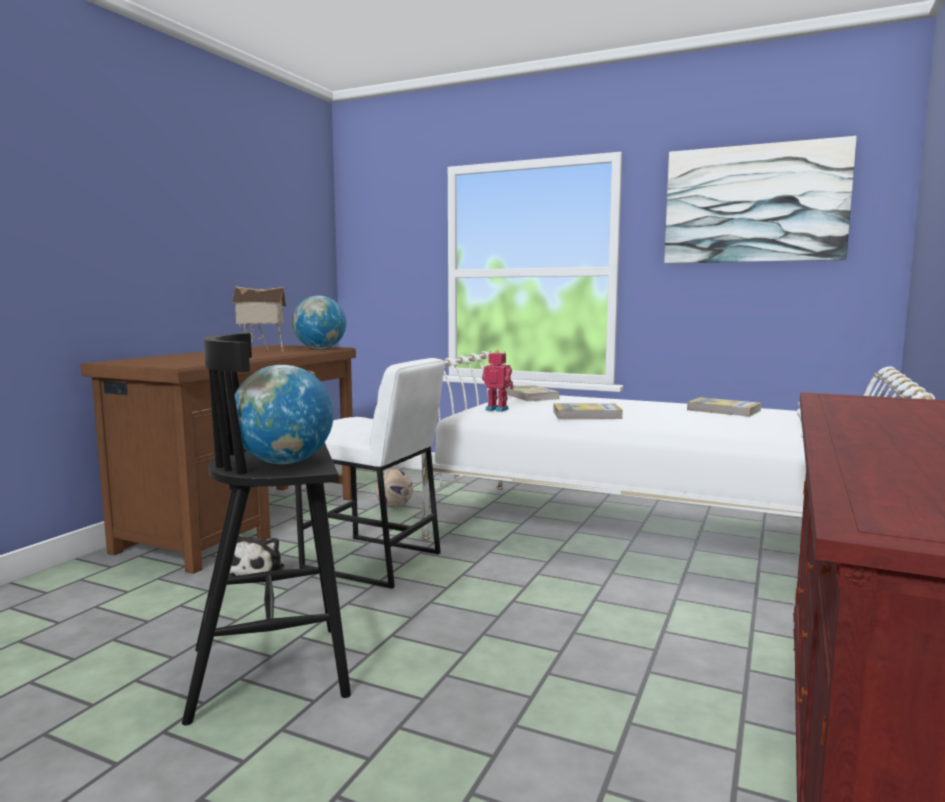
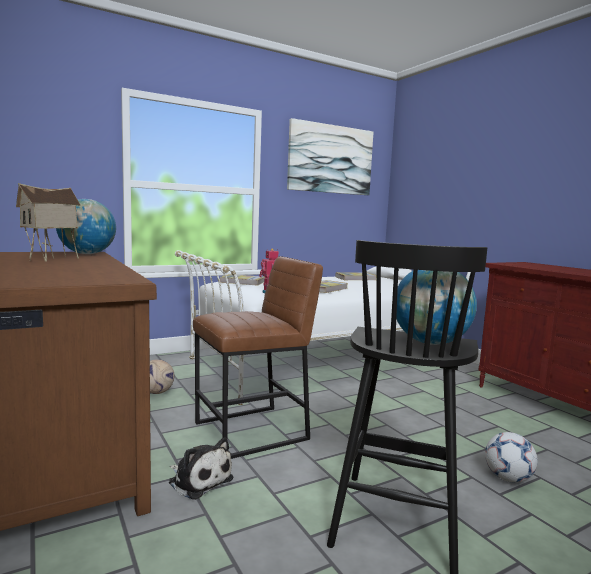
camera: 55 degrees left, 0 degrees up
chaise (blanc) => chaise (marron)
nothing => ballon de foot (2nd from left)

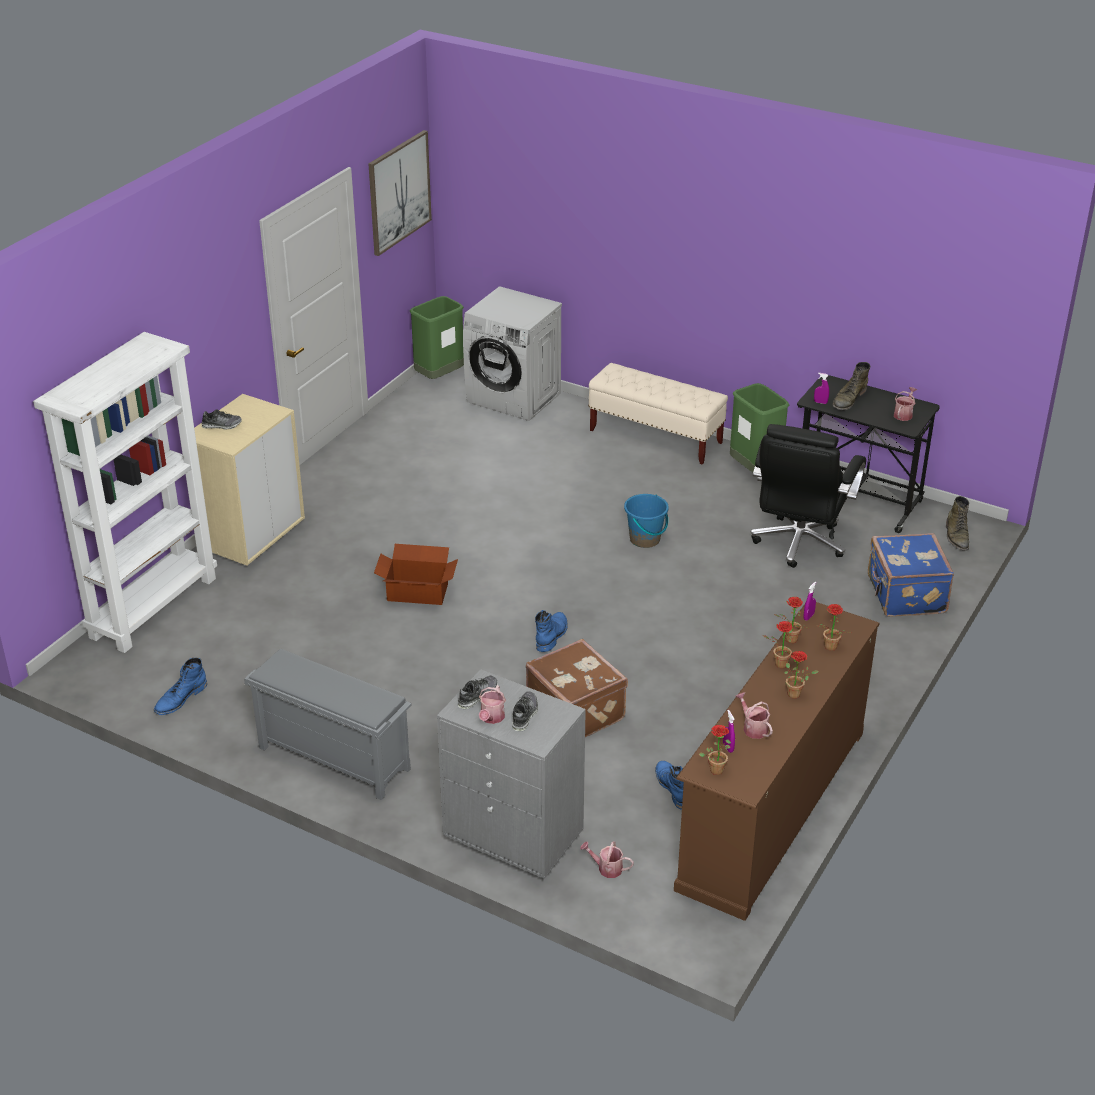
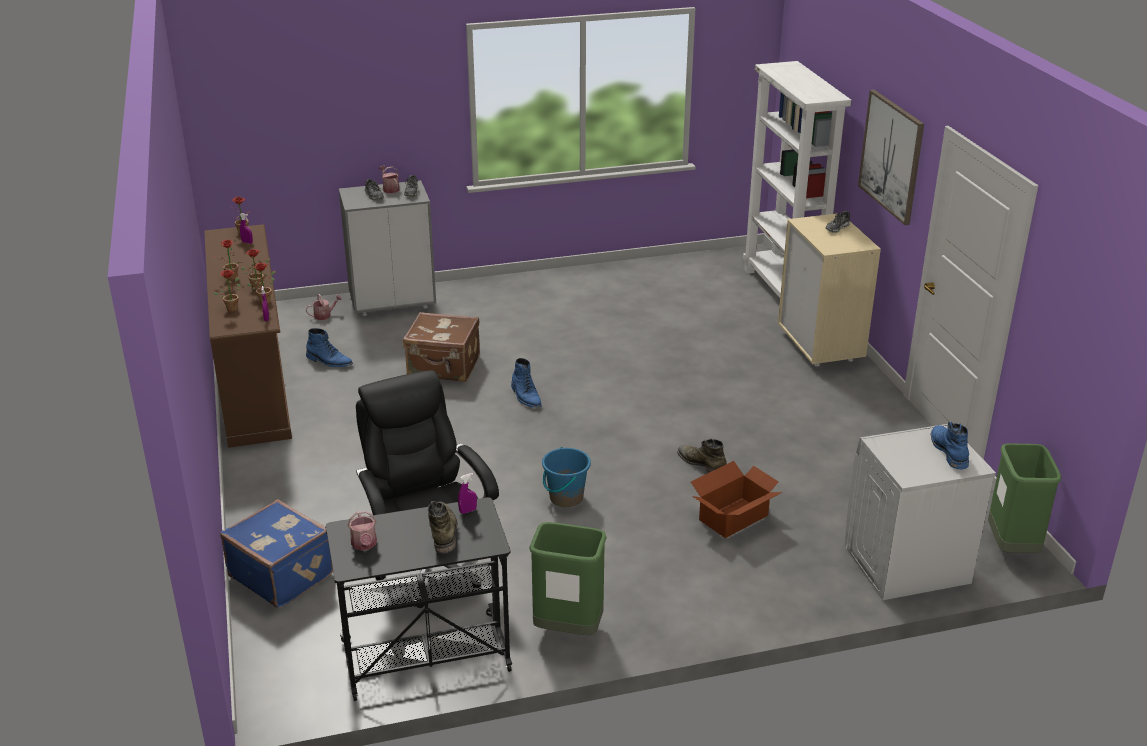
camera: 135 degrees right, 5 degrees down
botte (vert) (2nd from left), moved
carton, moved
tableau, moved
botte (bleu) (1st from left in the first image) => botte (bleu) (3rd from left), moved
étagère à chaussures (gris) => nothing
banc (beige) => nothing
arrosoir (3rd from left) => nothing

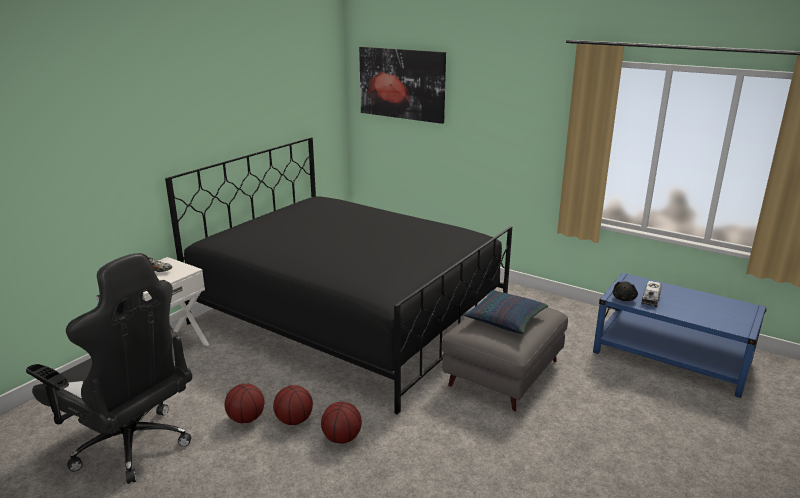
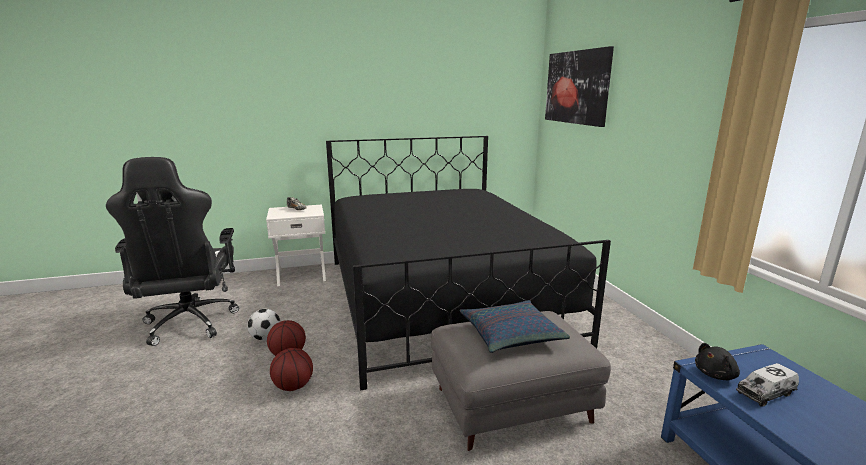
camera: 40 degrees right, 5 degrees down
ballon de basket (1st from left) => ballon de foot

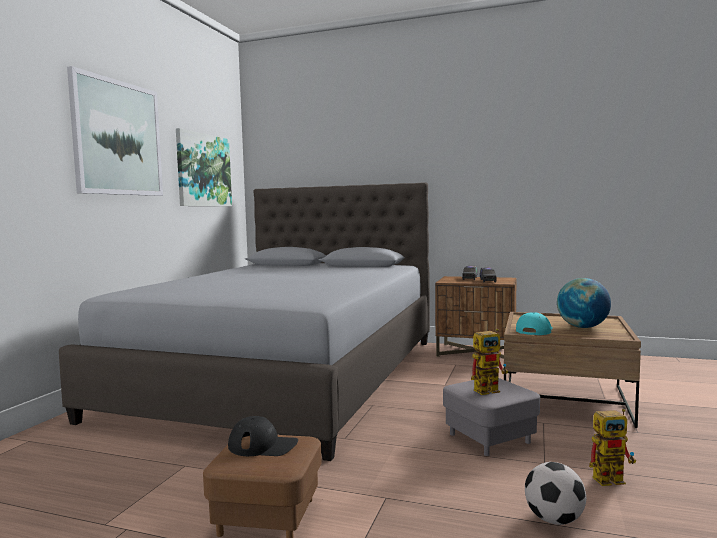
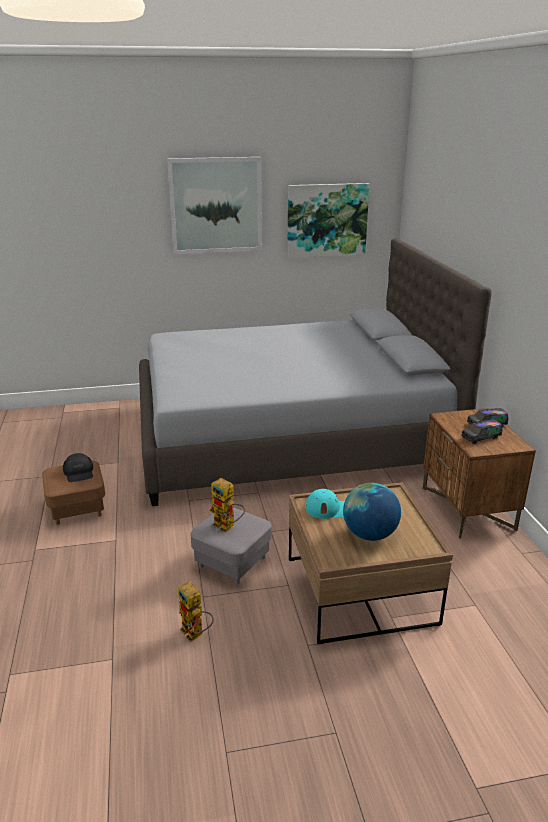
camera: 60 degrees right, 20 degrees up
ballon de foot => nothing

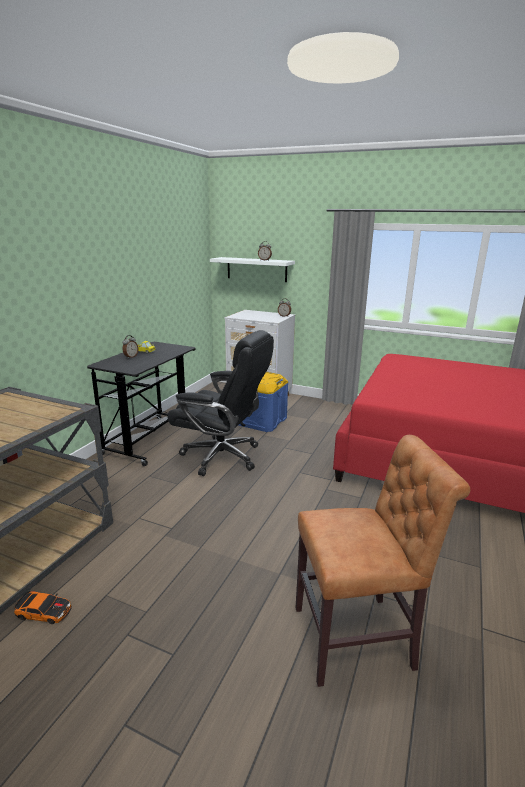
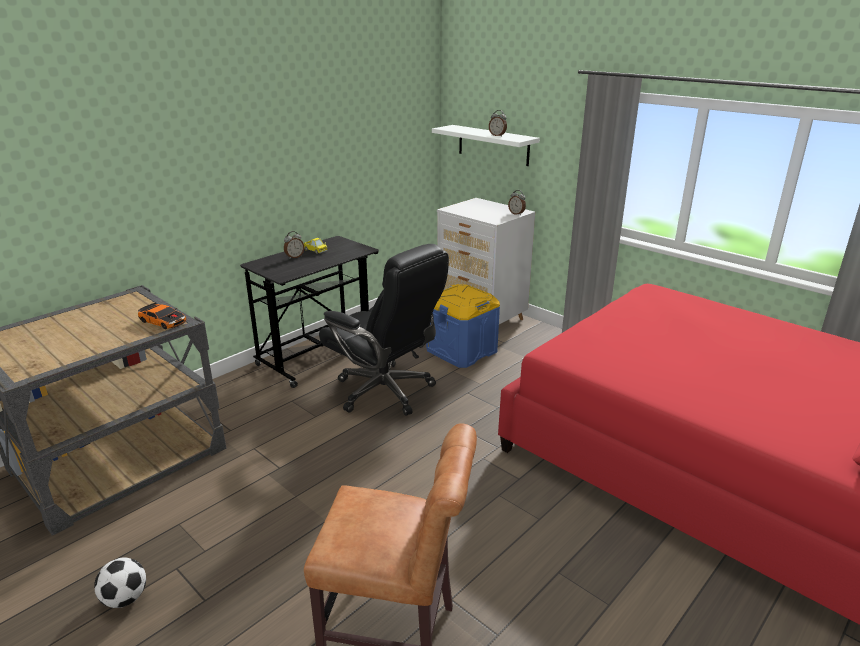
camera: 20 degrees right, 5 degrees up
nothing => ballon de foot
petite voiture, moved

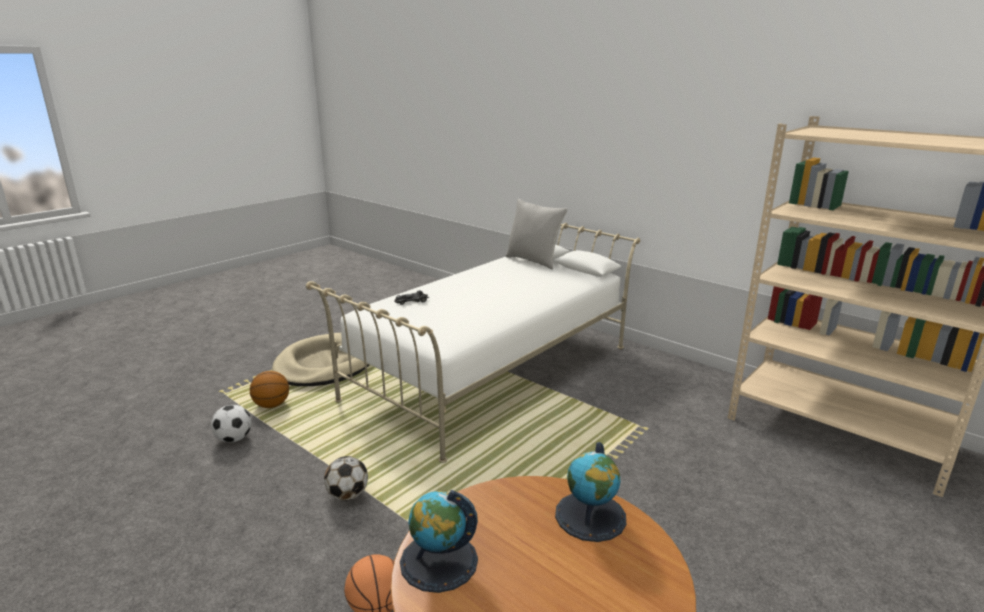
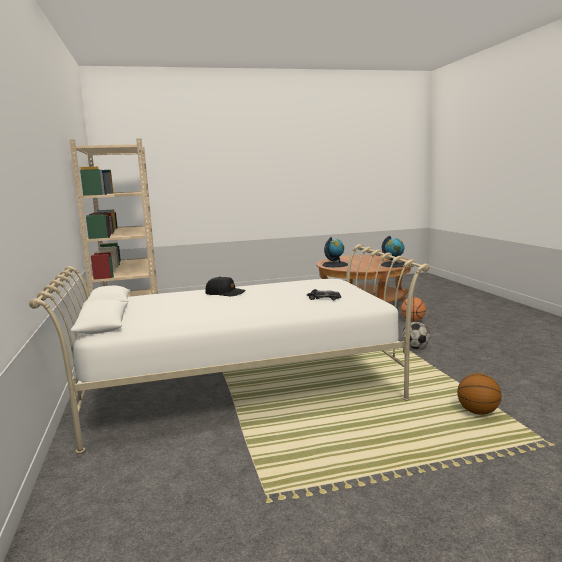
camera: 145 degrees left, 10 degrees down
nothing => casquette (noir)
ballon de foot (1st from left) => nothing
panier pour chien (beige) => nothing
coussin (gris) => nothing

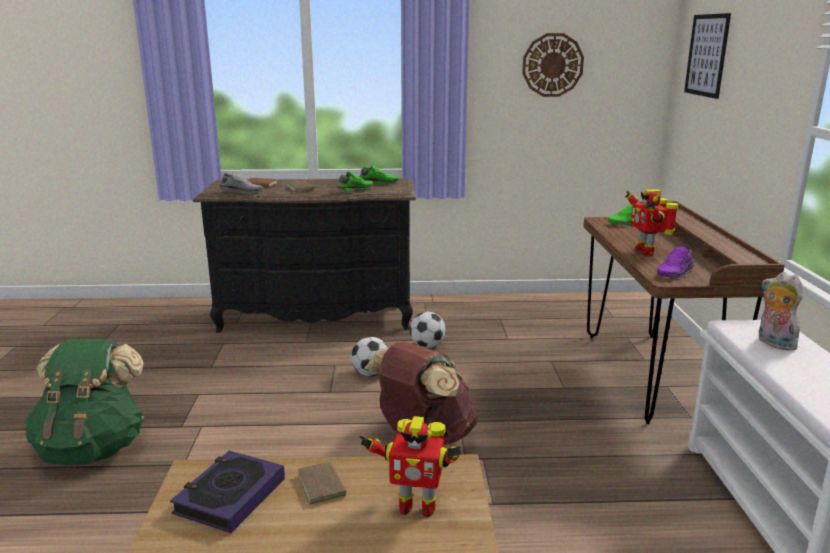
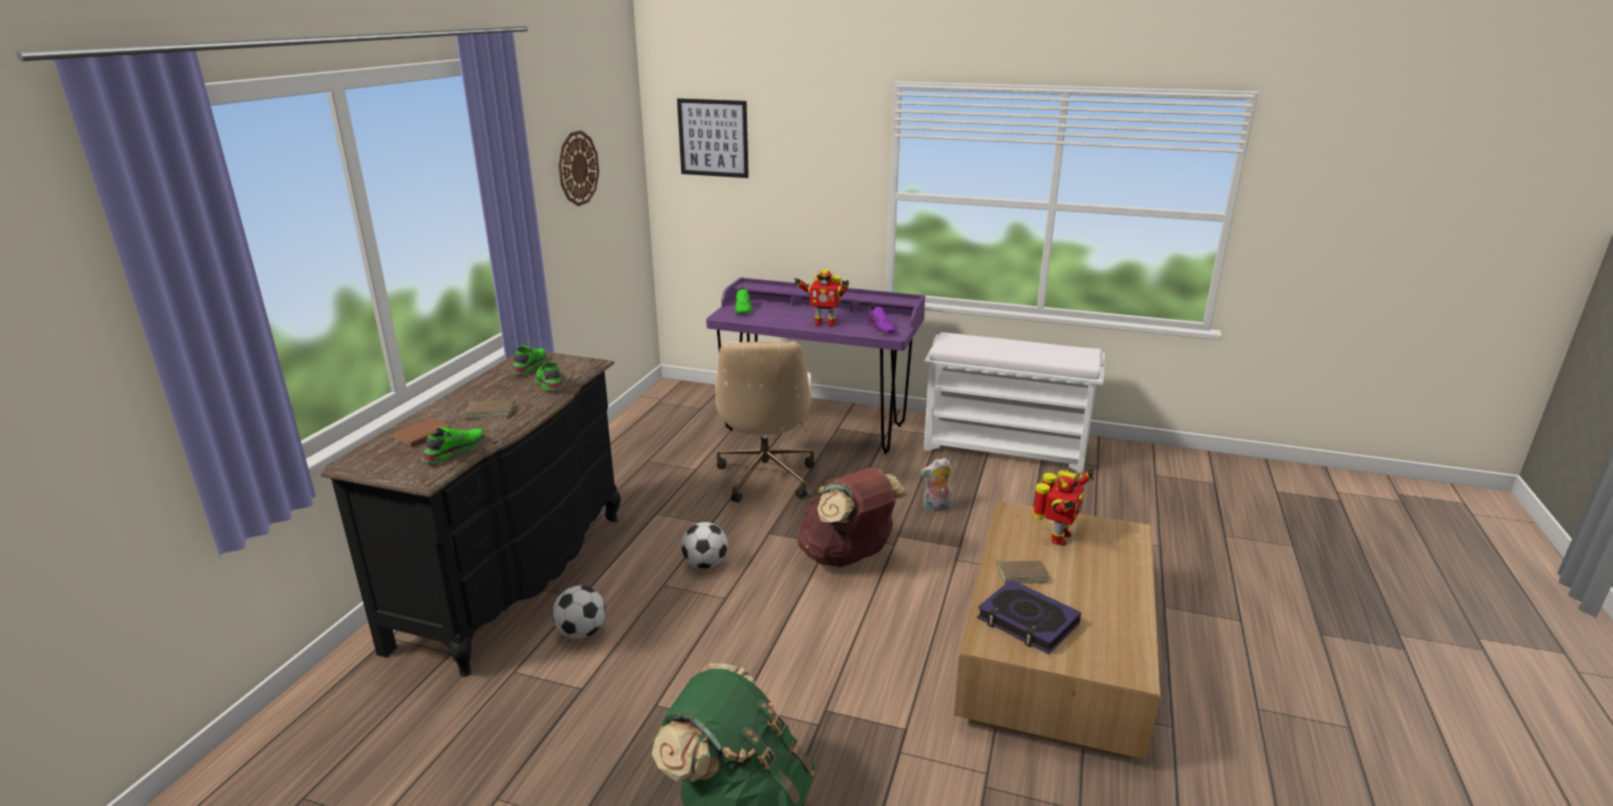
camera: 70 degrees left, 5 degrees up
chaussure (gris) => chaussure (vert) (1st from left)
ballon de foot (2nd from left in the first image) => ballon de foot (1st from left), moved
bureau (marron) => bureau (violet)
nothing => chaise de bureau (blanc)
peluche, moved

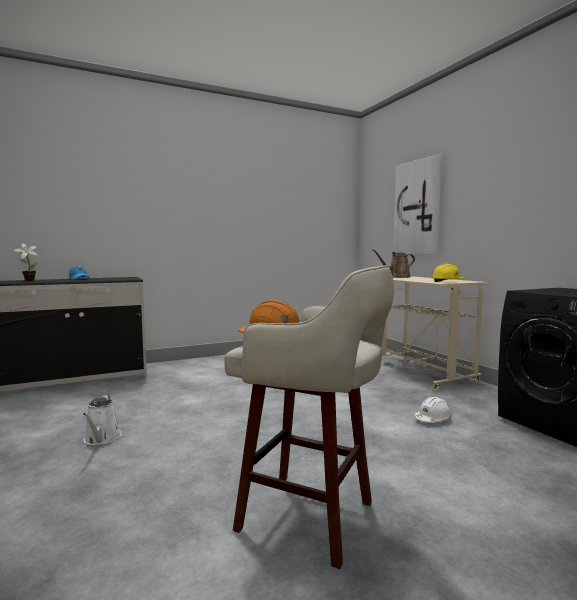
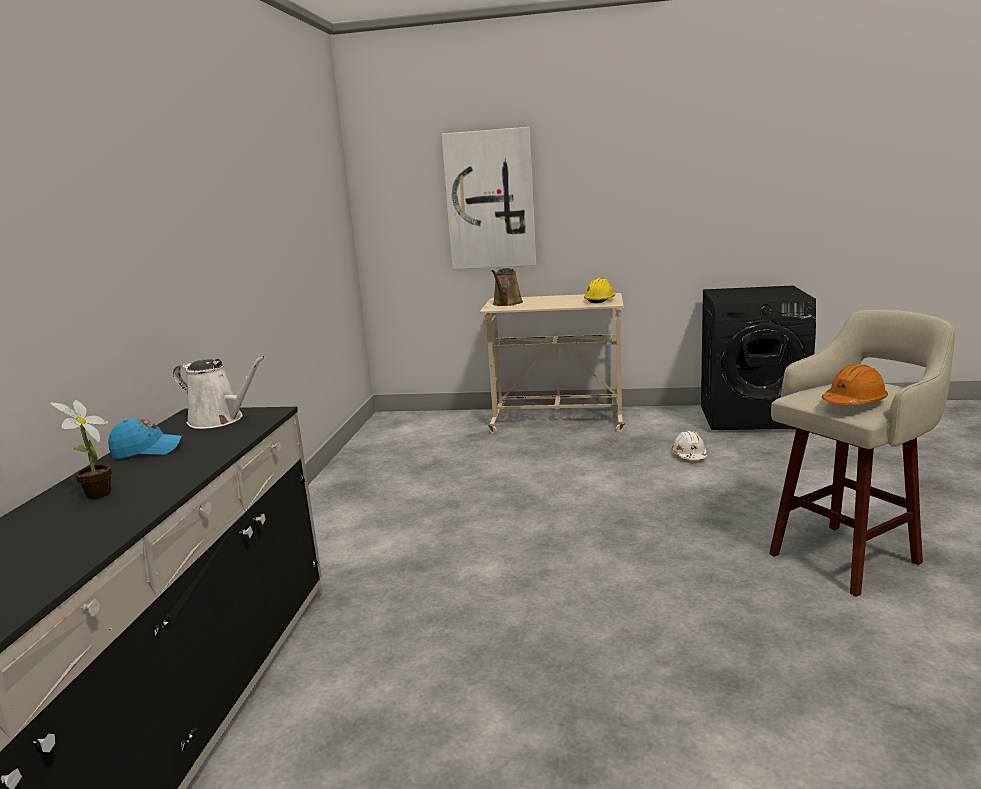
camera: 55 degrees left, 10 degrees up
arrosoir (blanc), moved

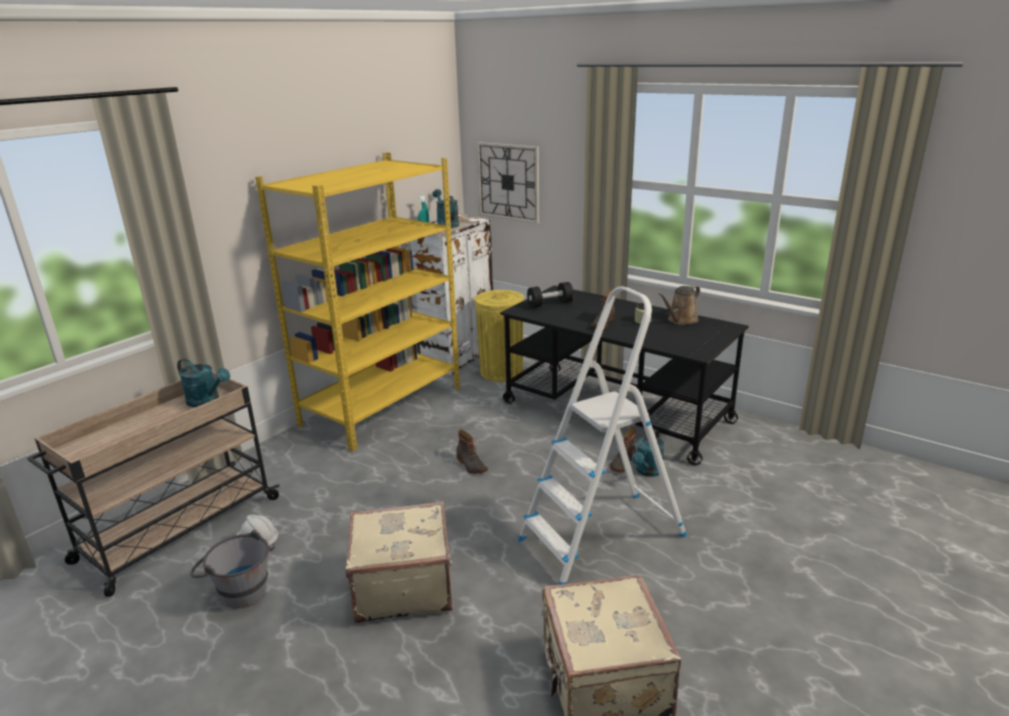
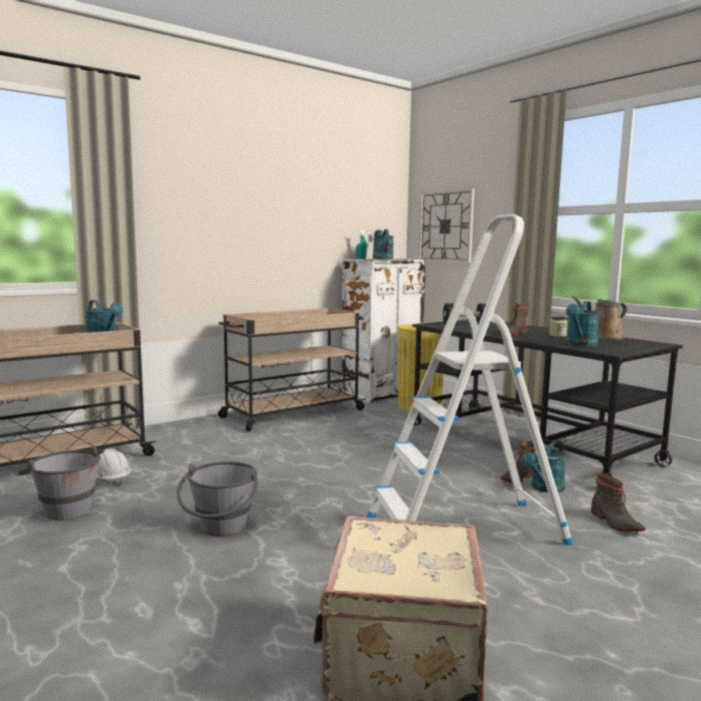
camera: 15 degrees right, 15 degrees down
valise (beige) (1st from left) => seau (gris) (2nd from left)
bibliothèque (jaune) => chariot (beige) (2nd from left)
nothing => arrosoir (turquoise) (4th from left)
botte (1st from left in the first image) => botte (3rd from left), moved

